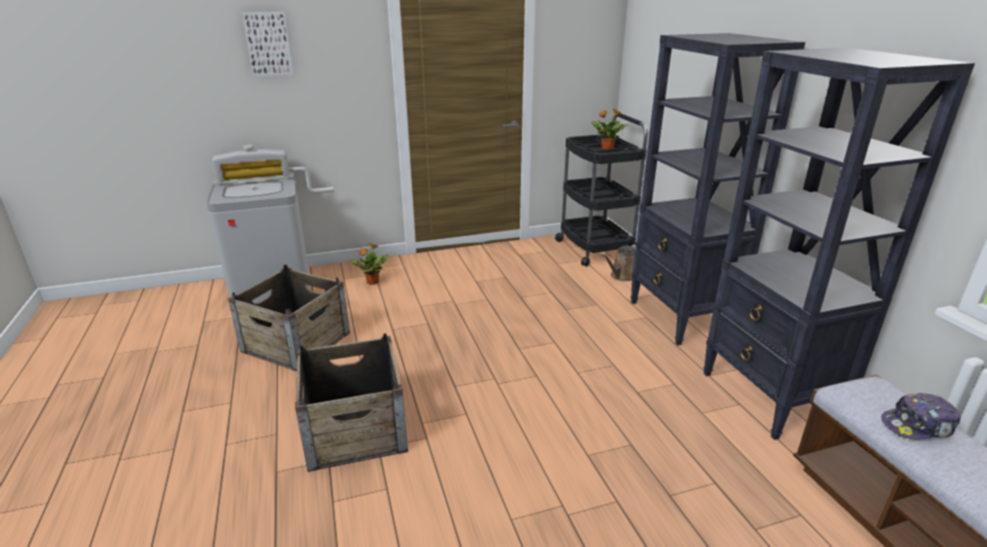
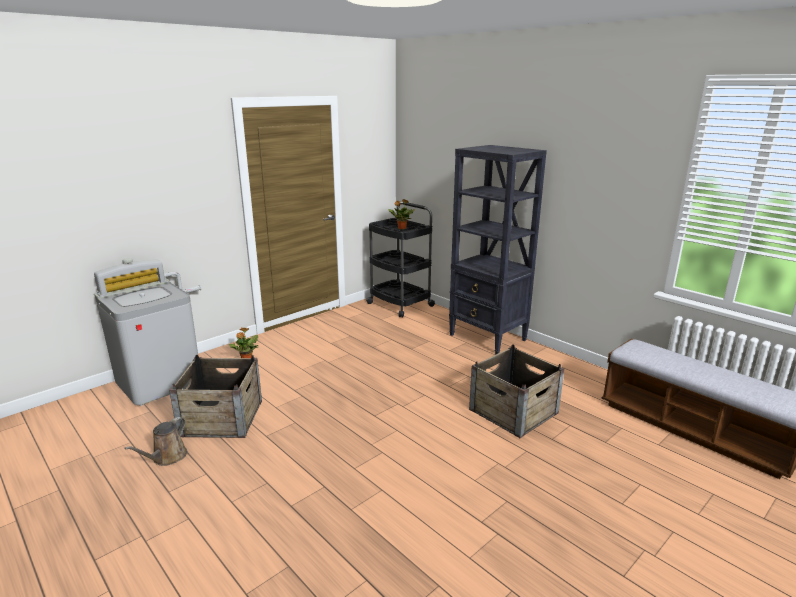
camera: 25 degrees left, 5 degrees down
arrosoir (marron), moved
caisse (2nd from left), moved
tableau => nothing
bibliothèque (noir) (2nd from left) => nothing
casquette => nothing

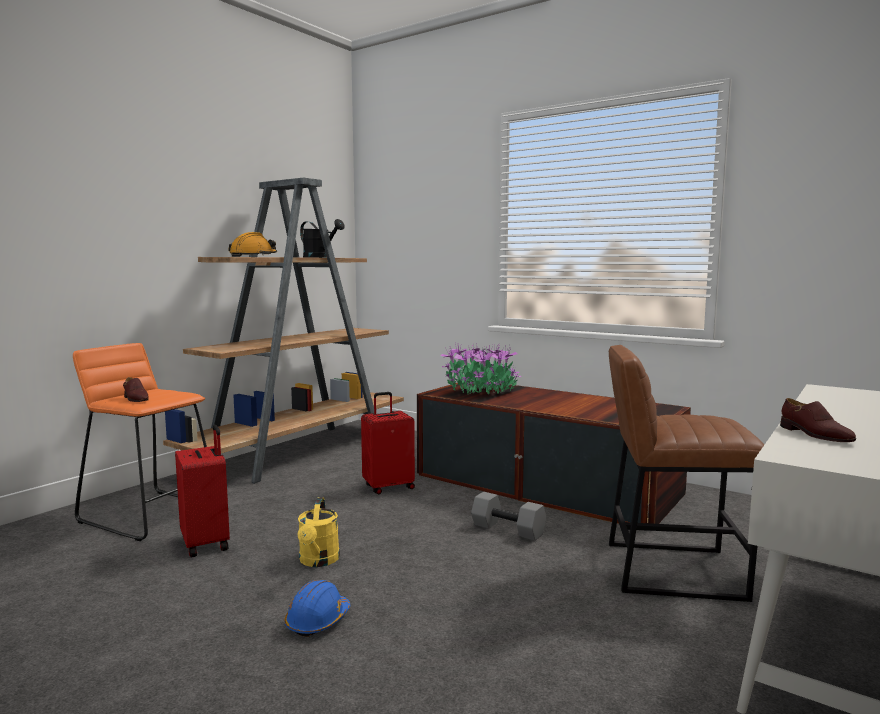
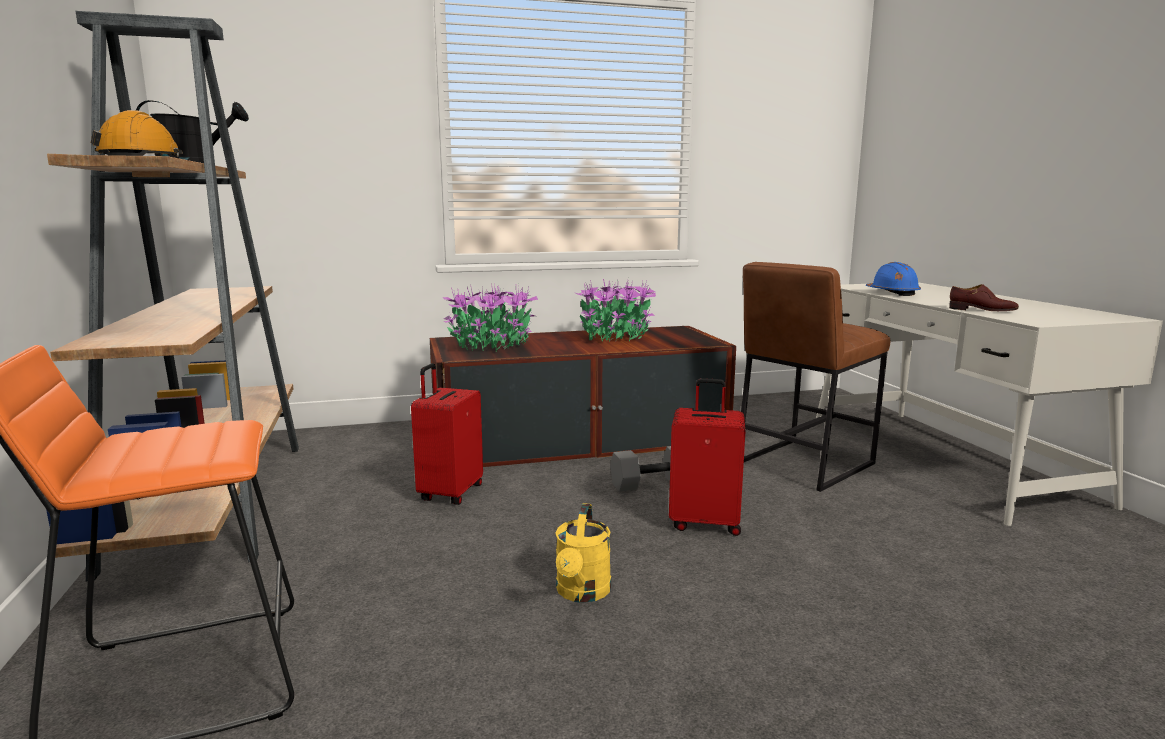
camera: 50 degrees left, 5 degrees up
arrosoir (jaune), 60 degrees clockwise
nothing => plante en pot (2nd from left)
valise (rouge) (1st from left in the first image) => valise (rouge) (2nd from left), moved
casque de chantier (bleu), moved
chaussure (marron) (1st from left) => nothing

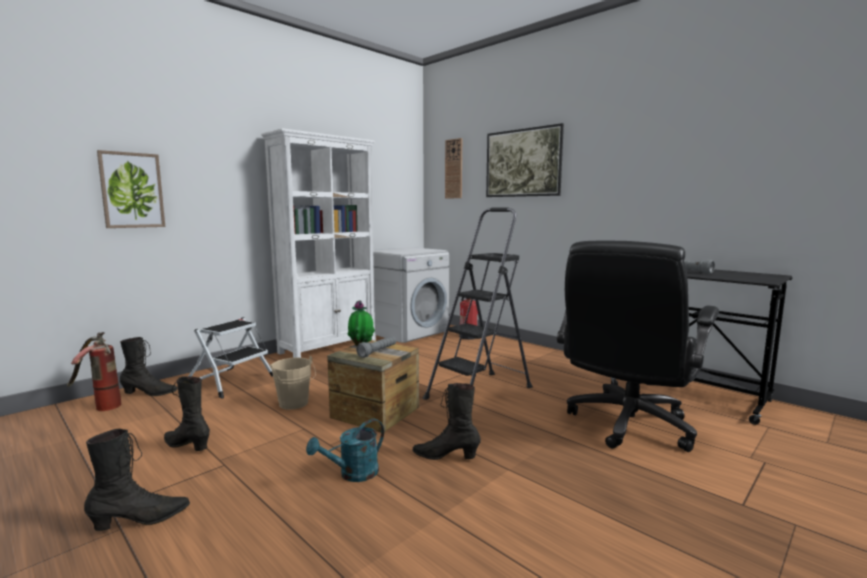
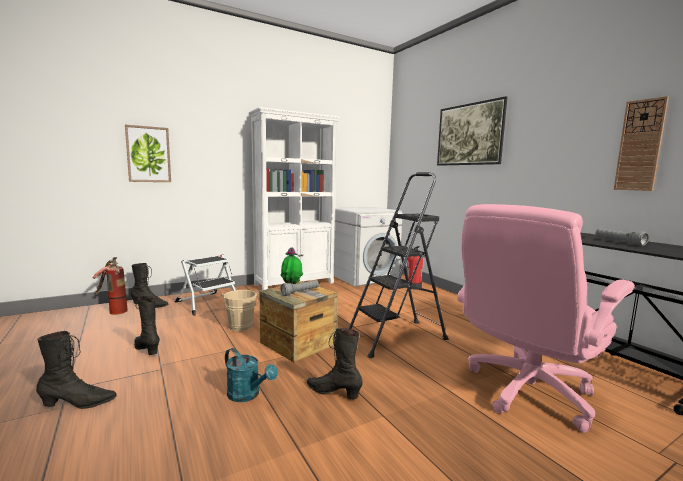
camera: 15 degrees right, 0 degrees up
arrosoir (turquoise), 120 degrees counterclockwise
chaise de bureau (noir) => chaise de bureau (rose)
horloge murale, moved

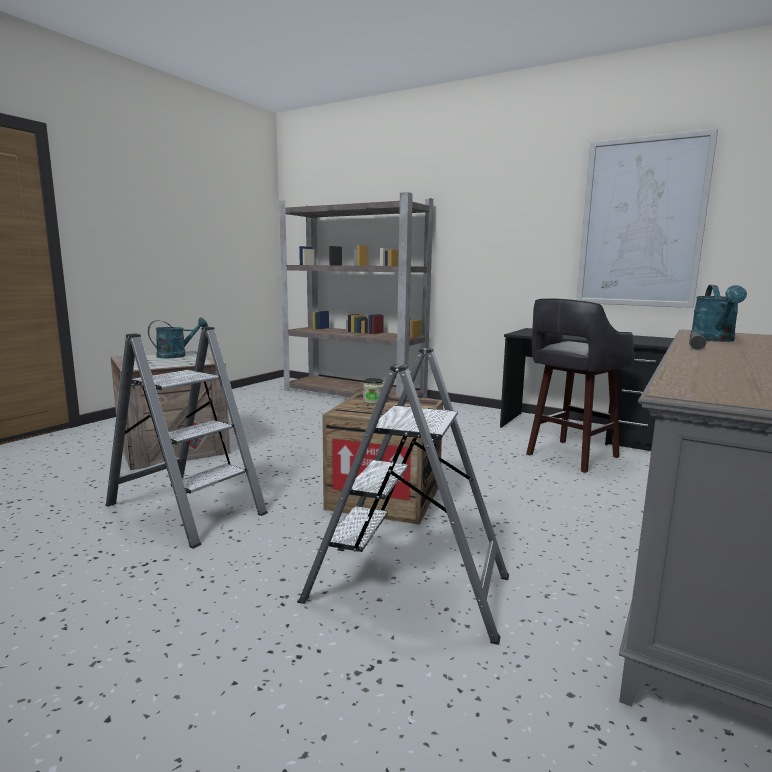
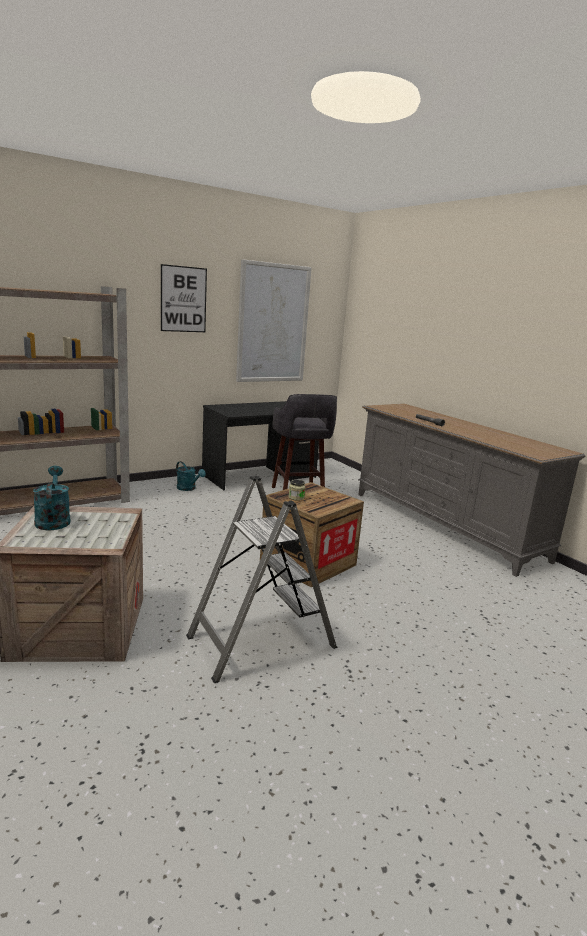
camera: 65 degrees left, 5 degrees up
nothing => tableau (1st from left)
arrosoir (turquoise) (2nd from left), moved
escabeau (gris) (2nd from left) => nothing

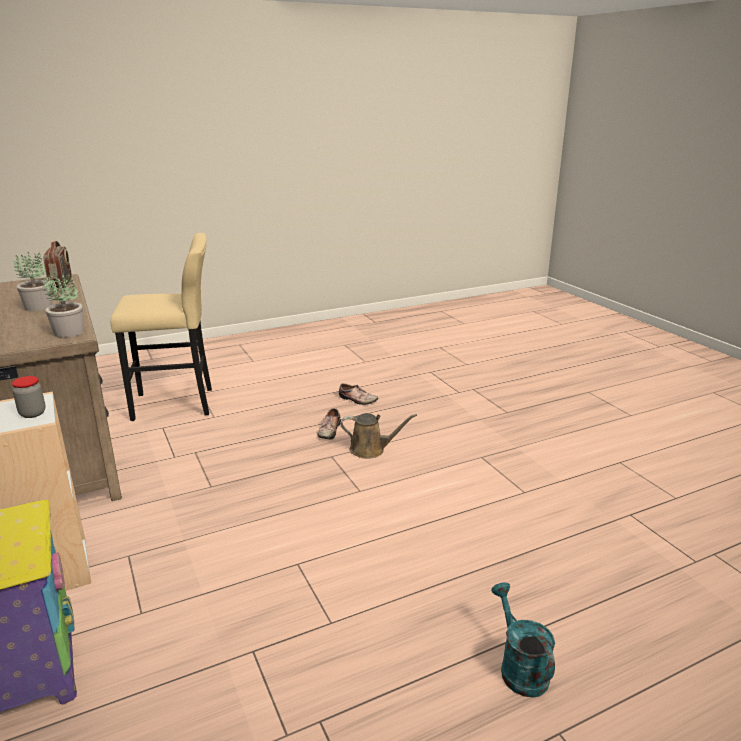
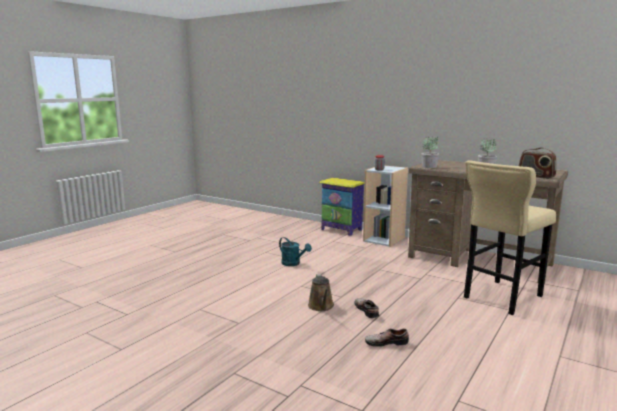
camera: 150 degrees right, 10 degrees down
arrosoir (turquoise), moved
arrosoir (marron), 75 degrees counterclockwise

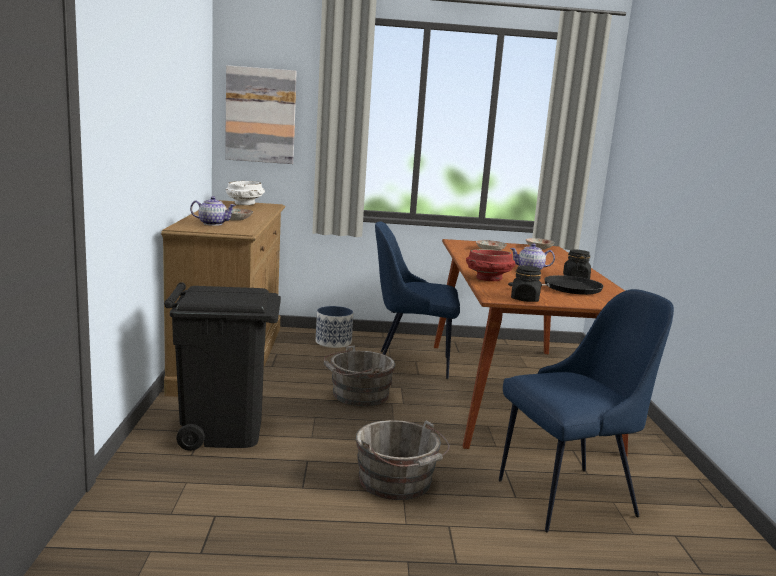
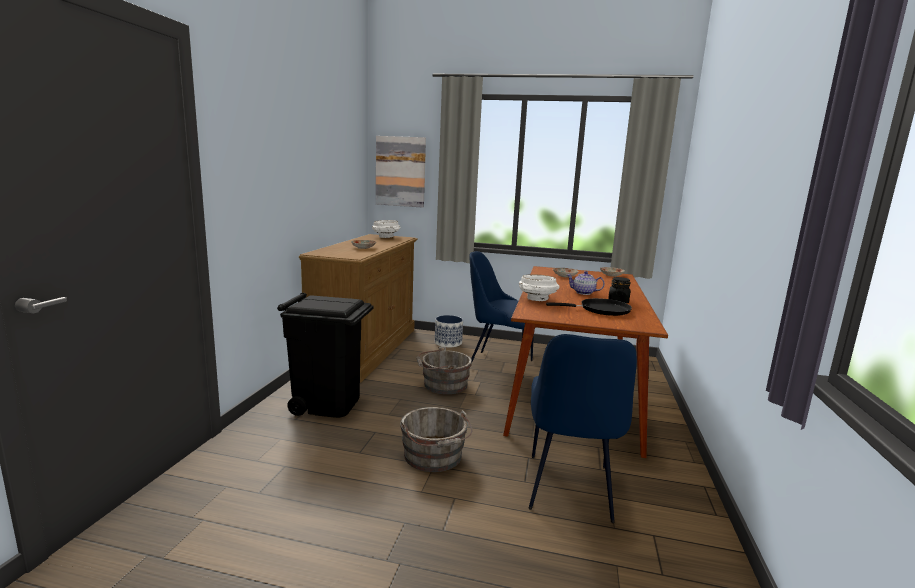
camera: 15 degrees right, 0 degrees up
bol (rouge) => bol (blanc) (2nd from left)
chaise (bleu) (2nd from left), 105 degrees clockwise
théière (1st from left) => nothing
bocal (noir) (1st from left) => nothing

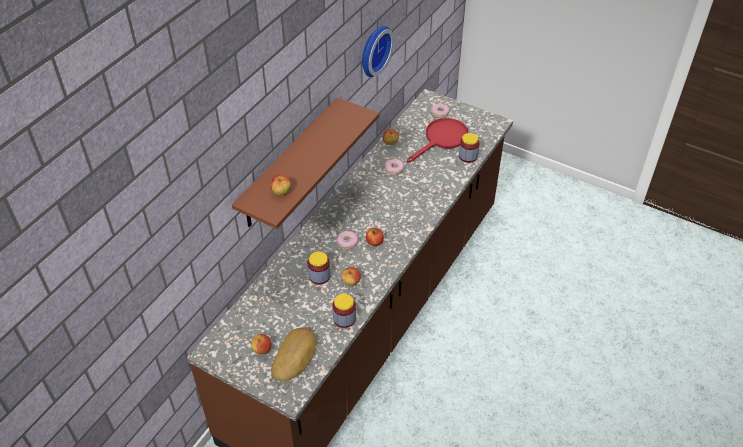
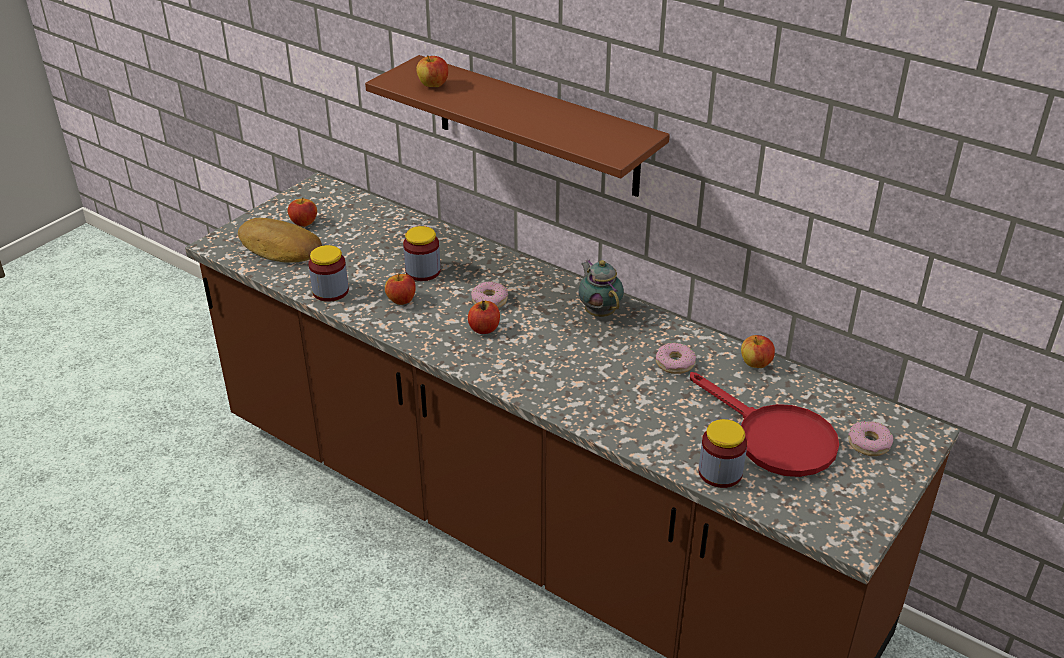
camera: 95 degrees right, 10 degrees down
nothing => théière
horloge murale => nothing

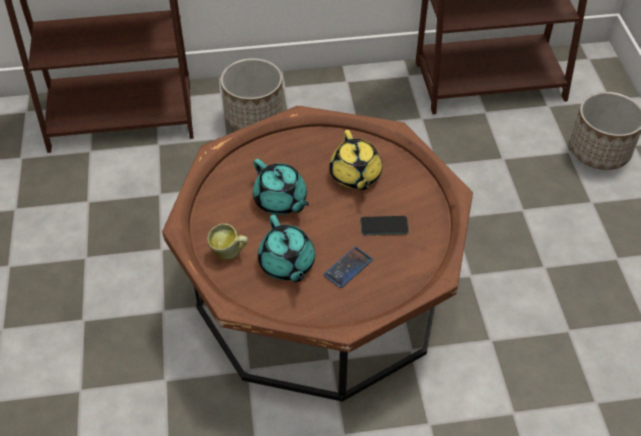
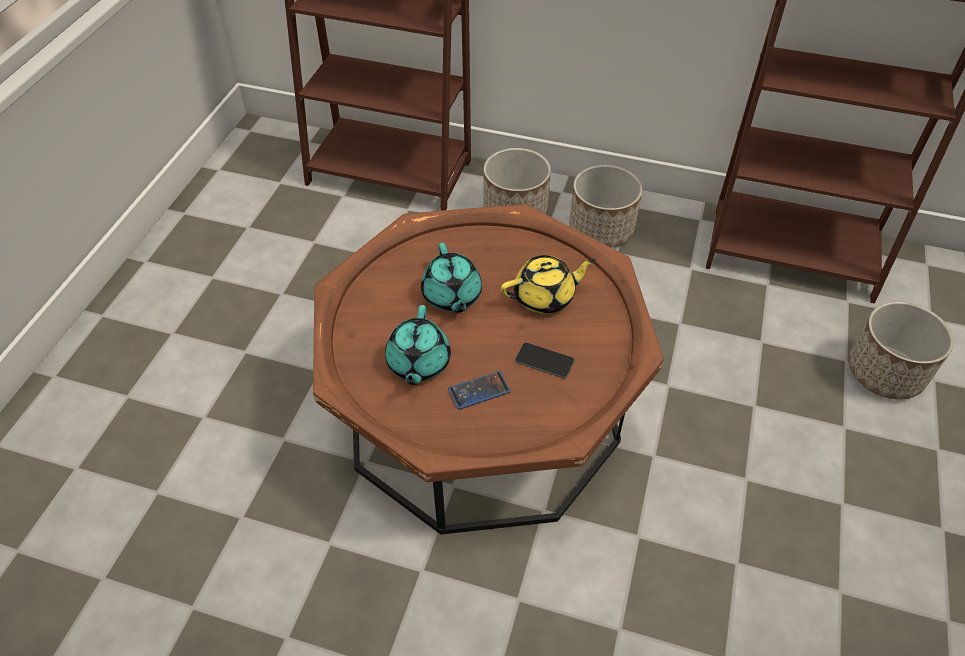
camera: 25 degrees right, 0 degrees up
théière (jaune), 120 degrees counterclockwise
nothing => cache-pot (2nd from left)
mug => nothing

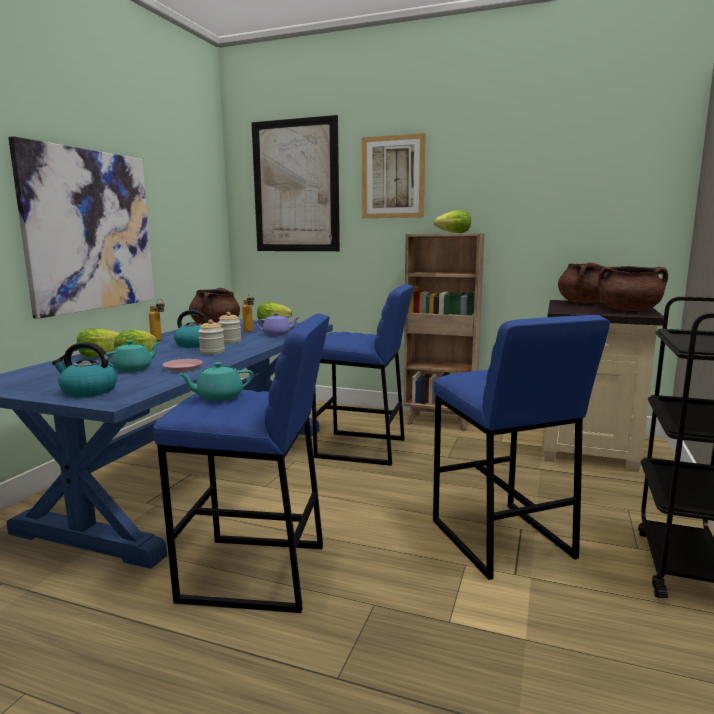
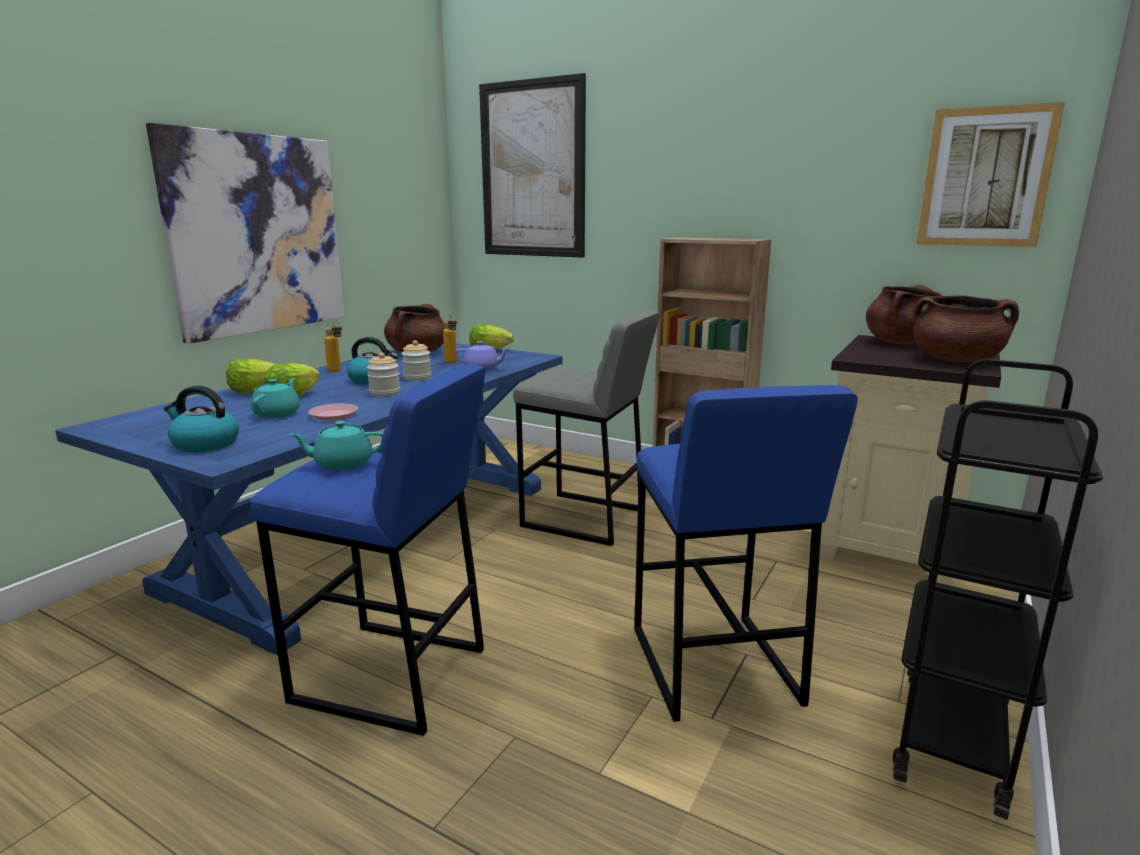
camera: 10 degrees right, 5 degrees up
théière (turquoise) (1st from left), 45 degrees counterclockwise
tabouret (bleu) (2nd from left) => tabouret (gris)
tableau (3rd from left), moved
laitue (4th from left) => nothing

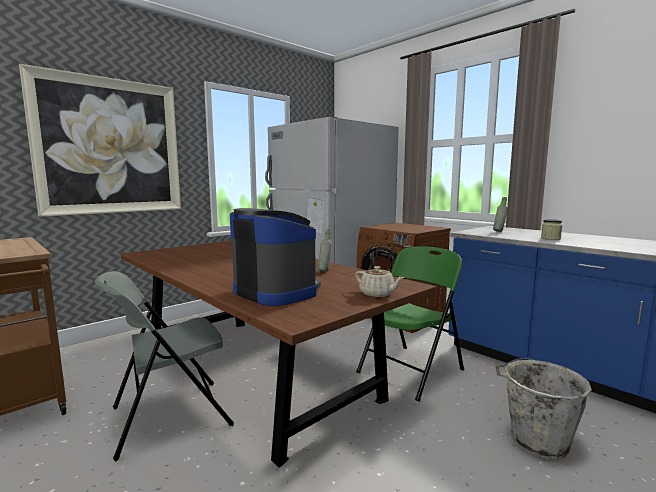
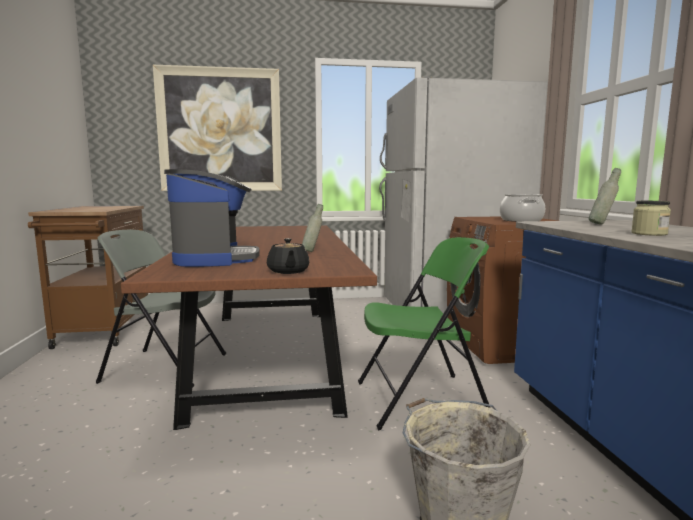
camera: 35 degrees right, 0 degrees up
théière (beige) => théière (noir)
nothing => marmite

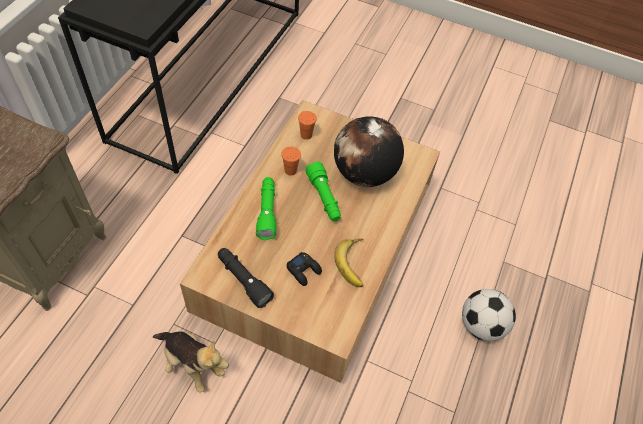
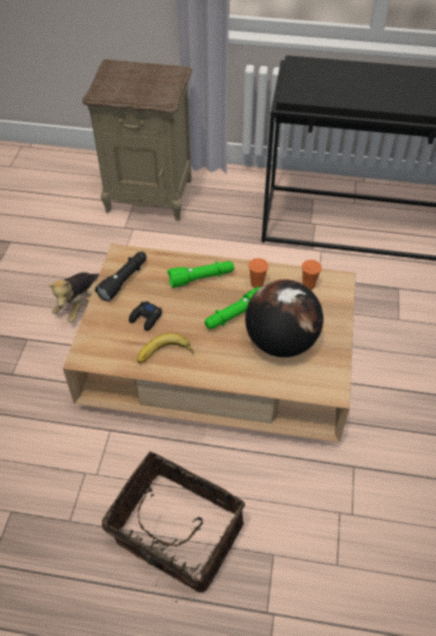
camera: 80 degrees right, 5 degrees down
ballon de foot => panier

